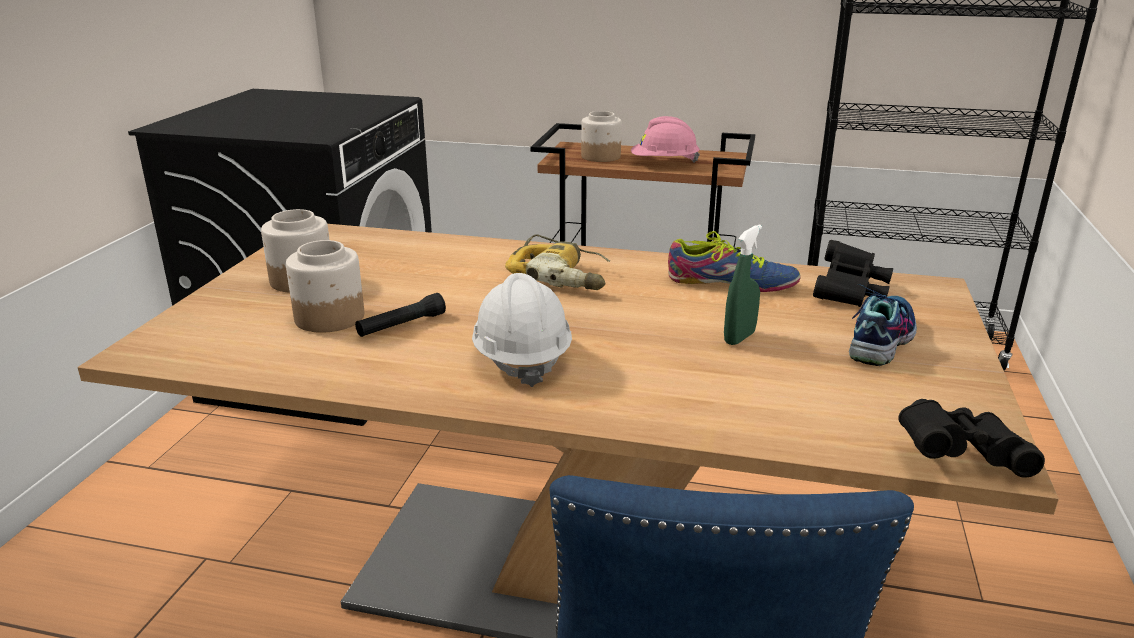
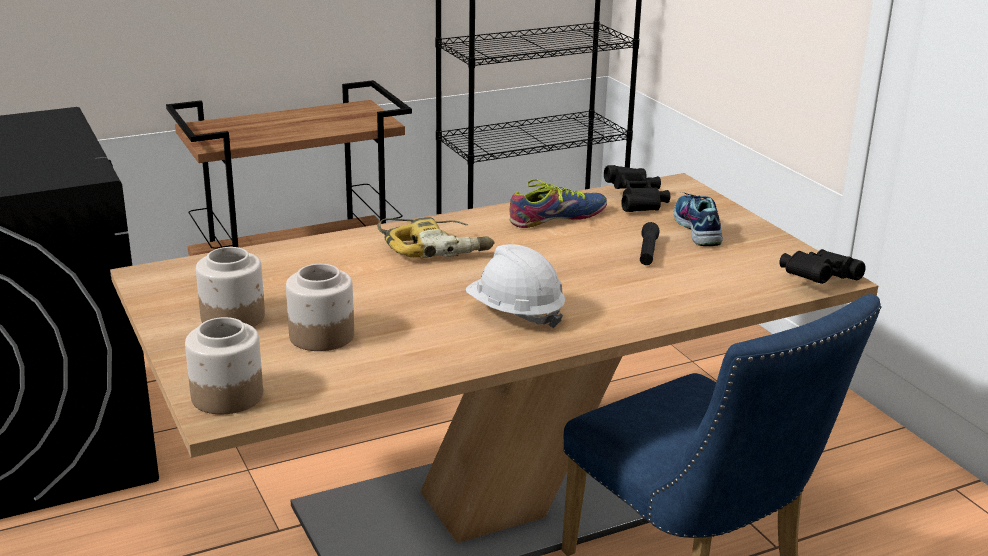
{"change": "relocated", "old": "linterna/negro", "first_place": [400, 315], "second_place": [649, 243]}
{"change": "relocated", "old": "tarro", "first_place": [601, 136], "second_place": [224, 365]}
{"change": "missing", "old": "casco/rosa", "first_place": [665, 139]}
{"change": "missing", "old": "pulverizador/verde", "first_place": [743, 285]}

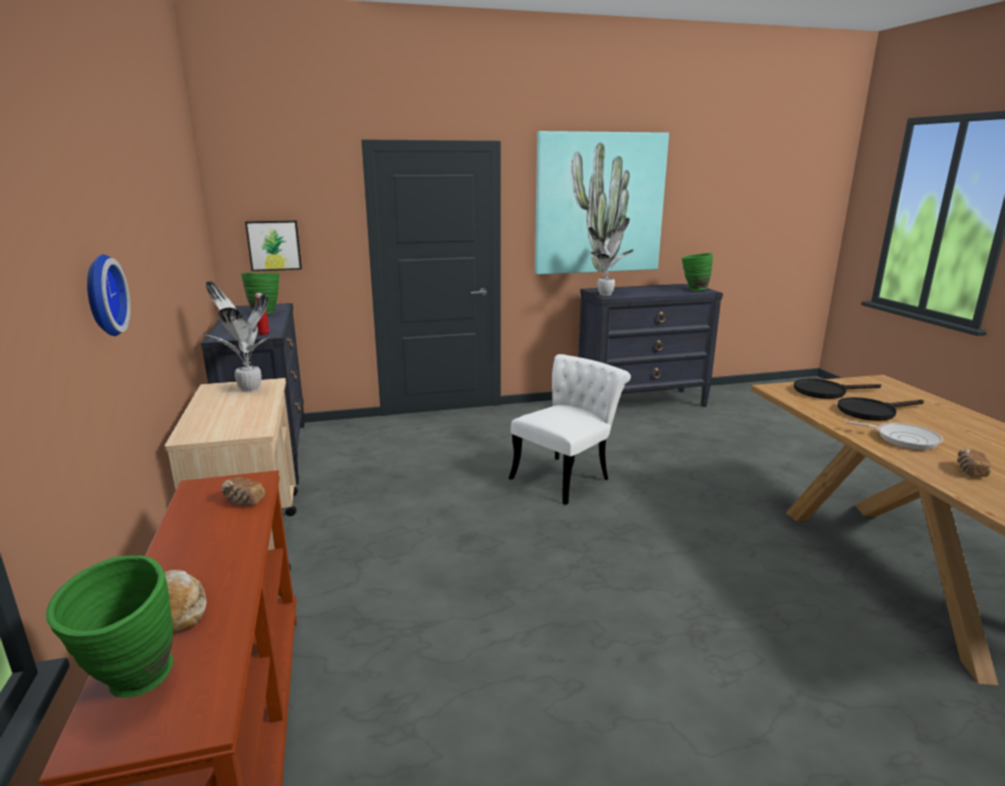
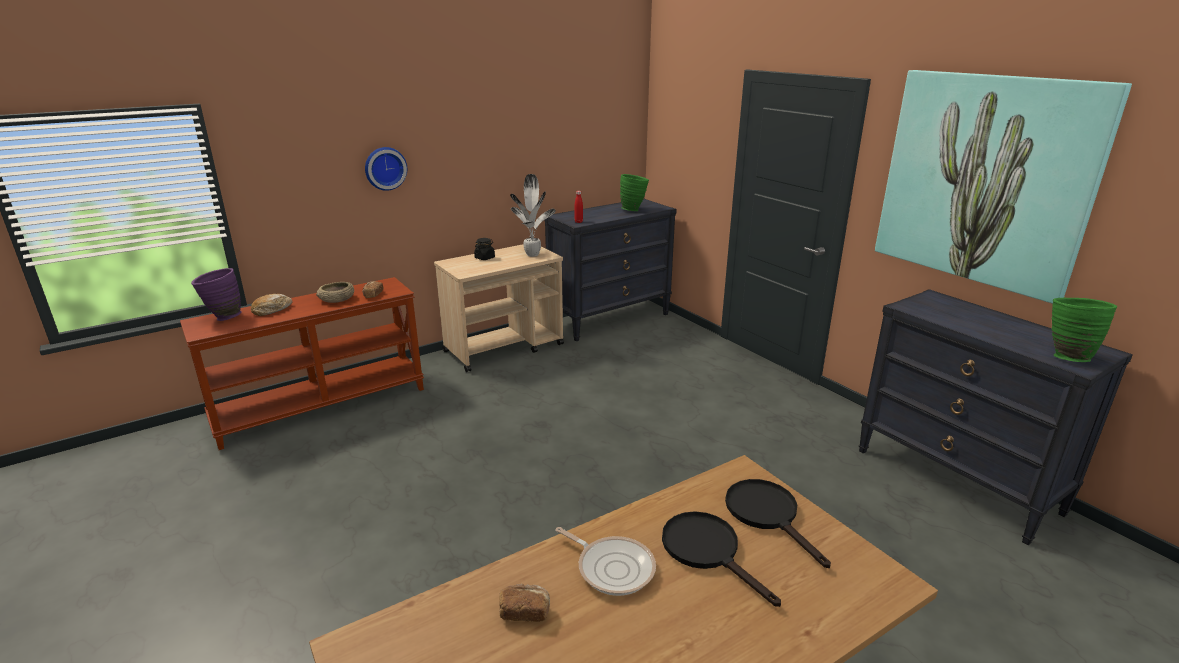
{"change": "colour", "old": "florero/verde", "new": "florero/morado", "first_place": [109, 627], "second_place": [216, 294]}
{"change": "missing", "old": "cuadro", "first_place": [273, 245]}
{"change": "missing", "old": "silla/blanco", "first_place": [569, 429]}
{"change": "missing", "old": "planta en maceta", "first_place": [611, 257]}
{"change": "spun", "old": "sartén", "first_place": [894, 435], "second_place": [606, 561], "degrees": -60}
{"change": "appeared", "new": "cuenco/beis", "second_place": [335, 292]}
{"change": "appeared", "new": "tarro/negro", "second_place": [484, 249]}

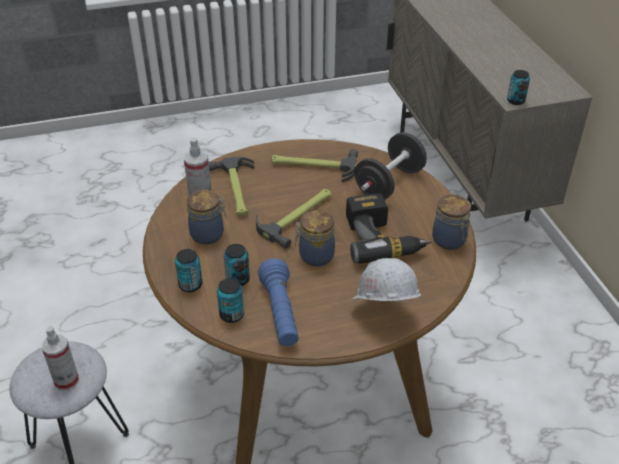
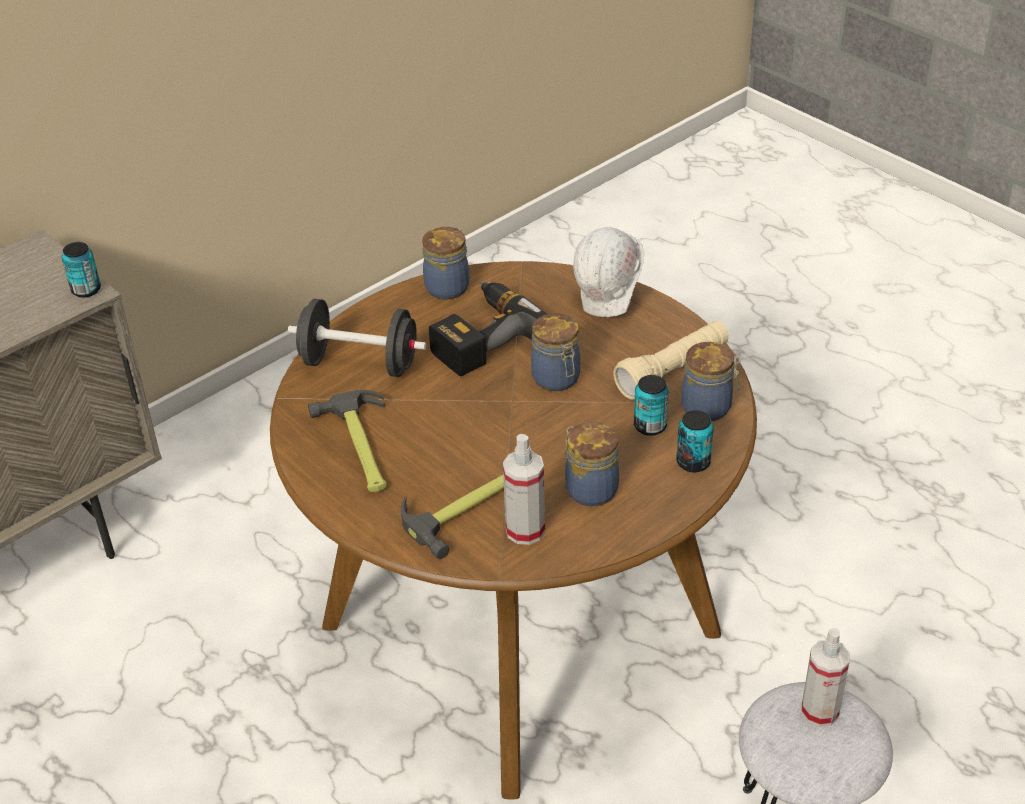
{"change": "exchanged", "old": "lata", "new": "tarro", "first_place": [230, 300], "second_place": [711, 381]}
{"change": "missing", "old": "martillo", "first_place": [294, 219]}
{"change": "colour", "old": "linterna/azul", "new": "linterna/beis", "first_place": [278, 302], "second_place": [671, 360]}

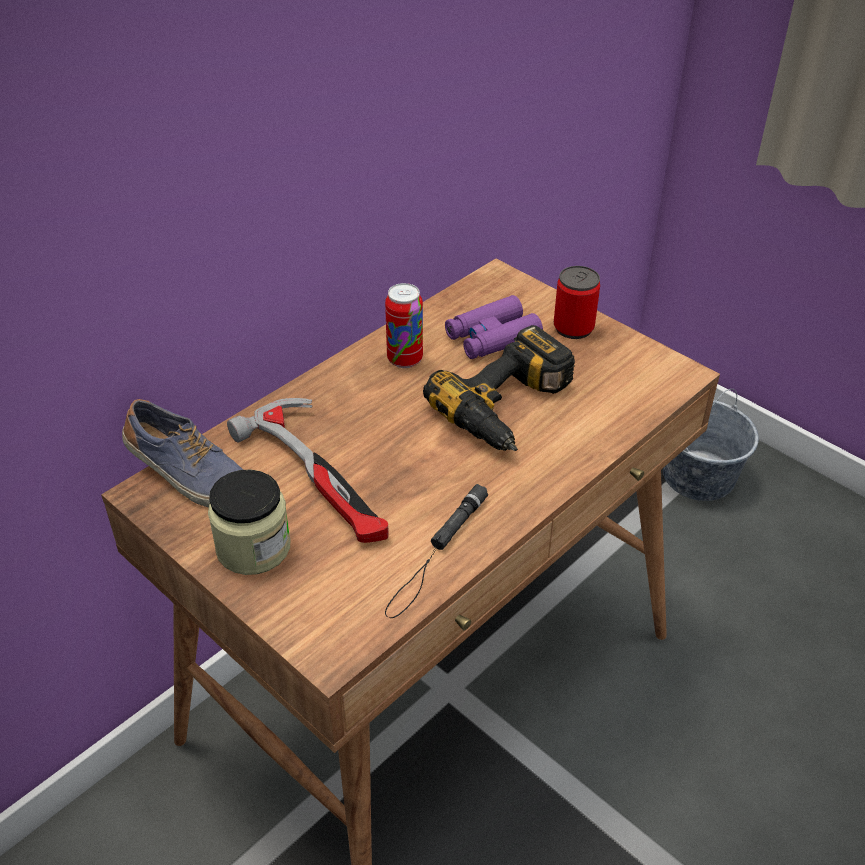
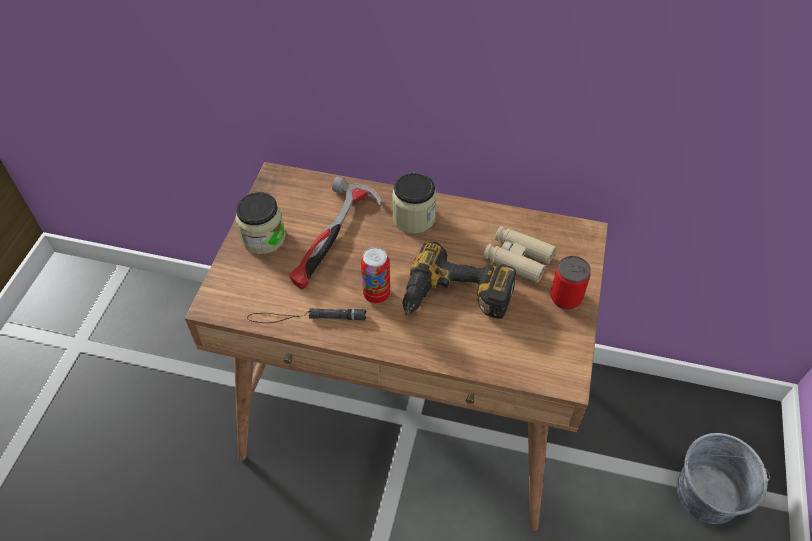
{"change": "missing", "old": "zapato", "first_place": [182, 453]}
{"change": "relocated", "old": "lata", "first_place": [404, 325], "second_place": [375, 275]}
{"change": "colour", "old": "prismáticos/morado", "new": "prismáticos/beis", "first_place": [494, 327], "second_place": [519, 254]}
{"change": "appeared", "new": "tarro", "second_place": [414, 203]}

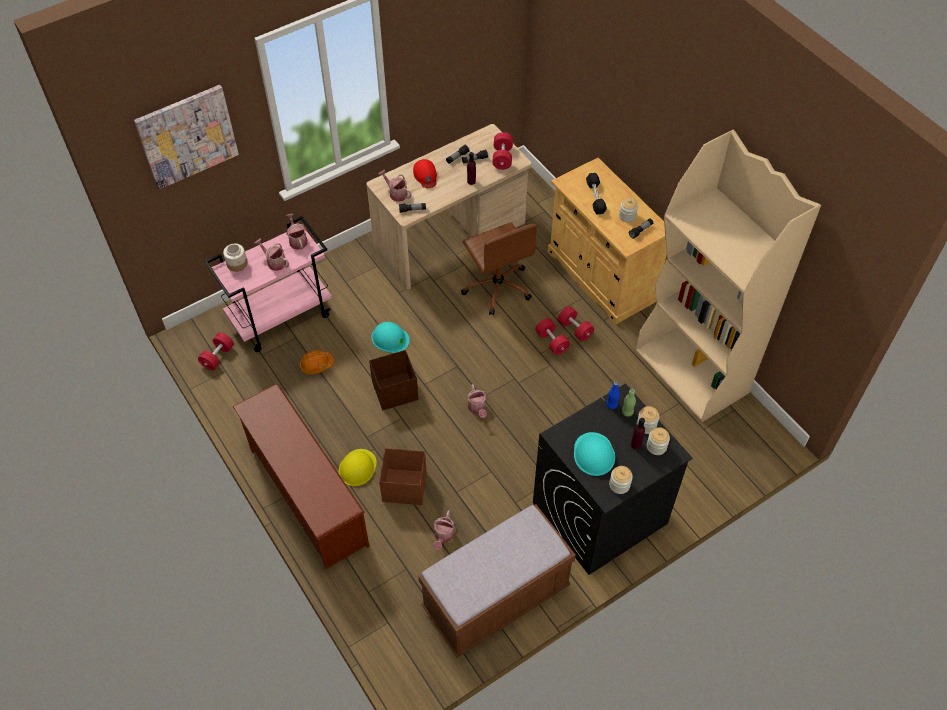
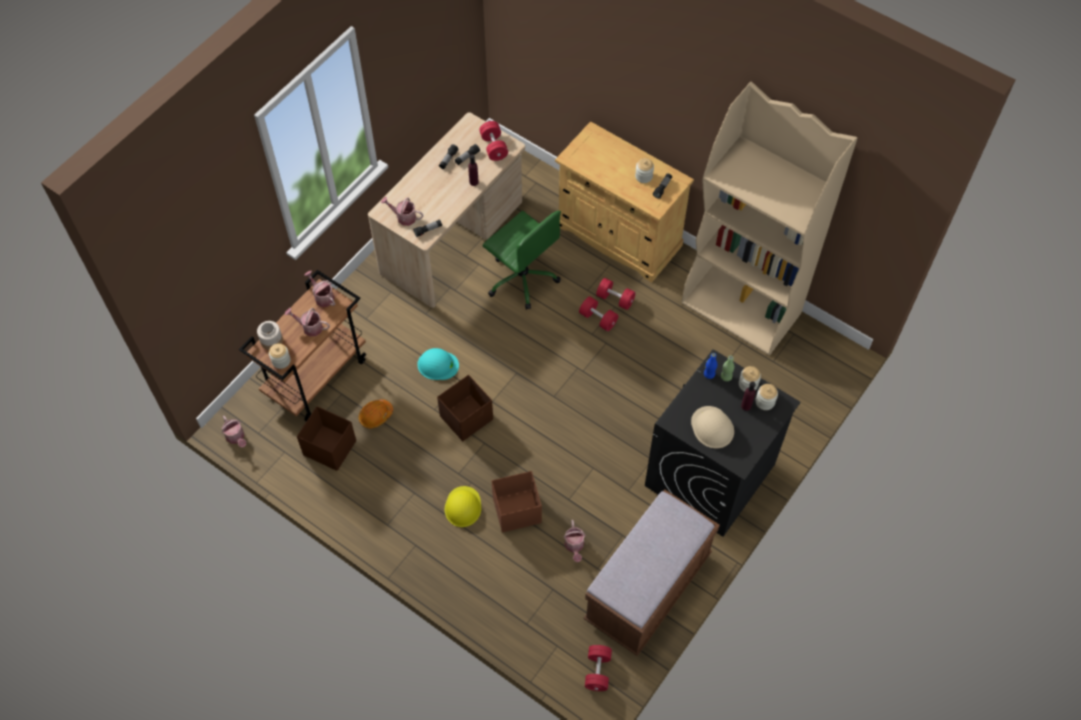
{"change": "missing", "old": "cuadro", "first_place": [186, 137]}
{"change": "relocated", "old": "mancuerna/rojo", "first_place": [216, 351], "second_place": [598, 668]}
{"change": "colour", "old": "carrito/rosa", "new": "carrito/marrón", "first_place": [268, 284], "second_place": [302, 345]}
{"change": "missing", "old": "zapatero/marrón", "first_place": [301, 476]}
{"change": "missing", "old": "gorra/rojo", "first_place": [425, 173]}
{"change": "colour", "old": "silla de oficina/marrón", "new": "silla de oficina/verde", "first_place": [499, 268], "second_place": [522, 260]}
{"change": "relocated", "old": "regadera", "first_place": [477, 401], "second_place": [234, 431]}
{"change": "colour", "old": "casco/turquesa", "new": "casco/beis", "first_place": [594, 454], "second_place": [712, 427]}
{"change": "missing", "old": "mancuerna/negro", "first_place": [596, 193]}
{"change": "relocated", "old": "tarro", "first_place": [621, 480], "second_place": [280, 356]}
{"change": "appeared", "new": "caja de almacenaje/marrón", "second_place": [326, 438]}

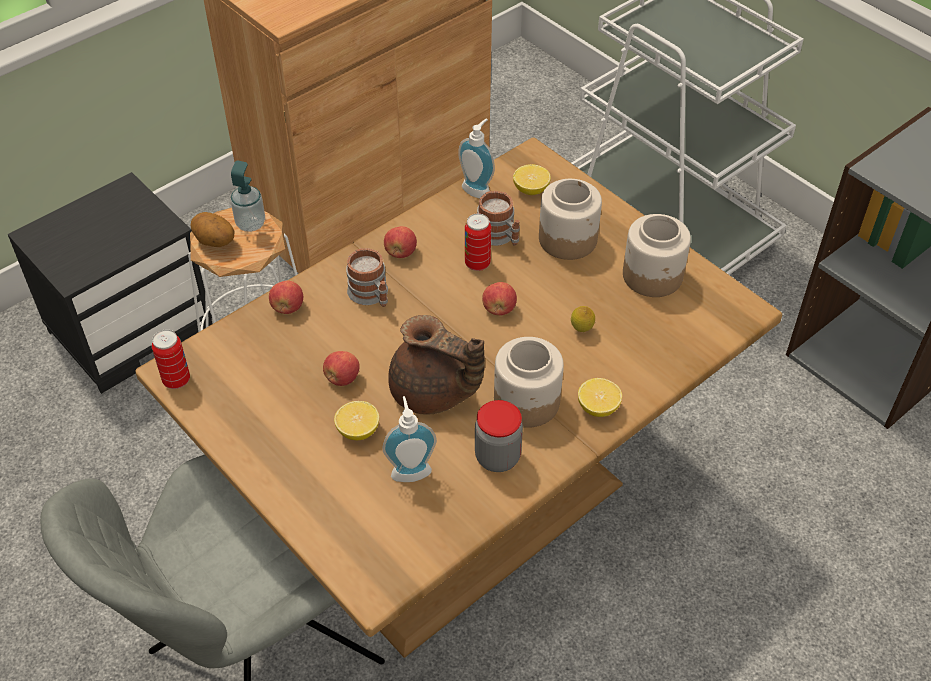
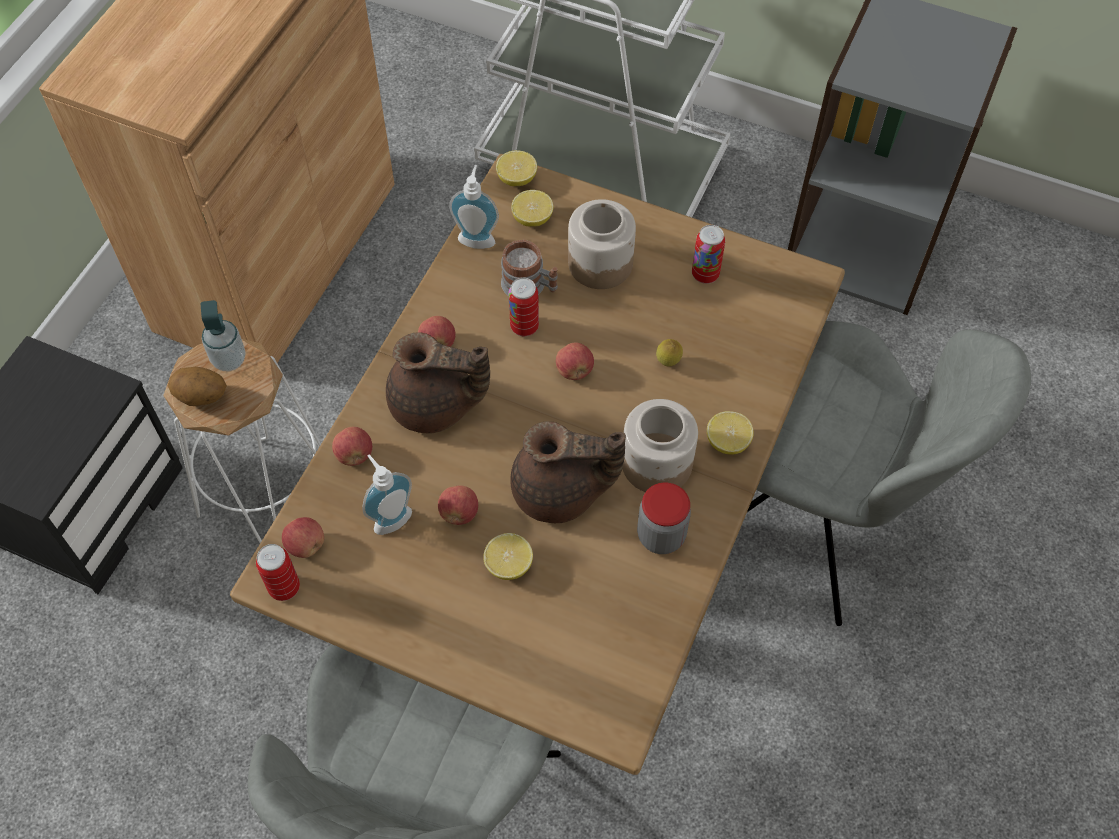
{"change": "exchanged", "old": "taza grande", "new": "tetera/marrón", "first_place": [367, 277], "second_place": [438, 383]}
{"change": "relocated", "old": "dispensador de jabón", "first_place": [409, 439], "second_place": [387, 495]}
{"change": "exchanged", "old": "tarro", "new": "lata", "first_place": [657, 255], "second_place": [708, 254]}
{"change": "appeared", "new": "manzana", "second_place": [303, 537]}
{"change": "appeared", "new": "limón", "second_place": [516, 168]}
{"change": "appeared", "new": "silla/gris", "second_place": [889, 473]}

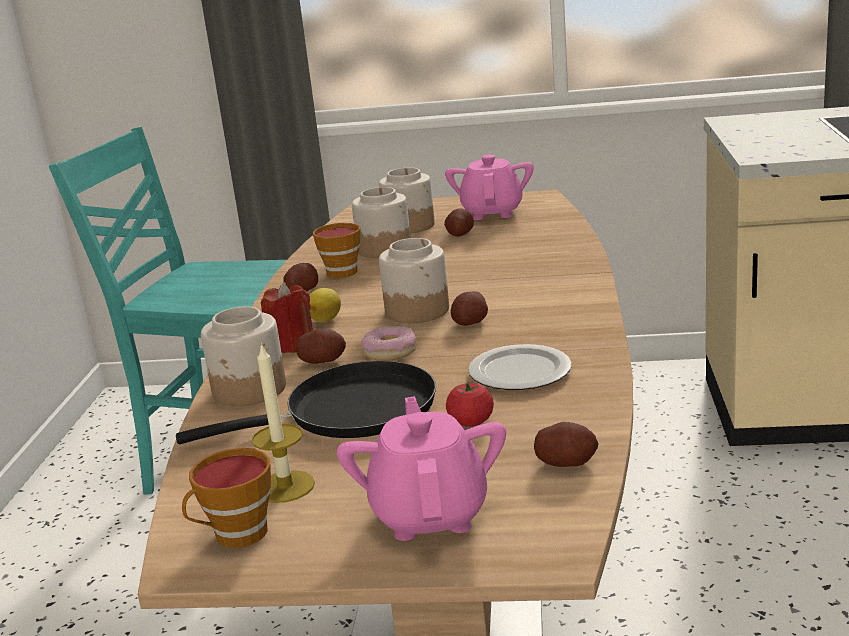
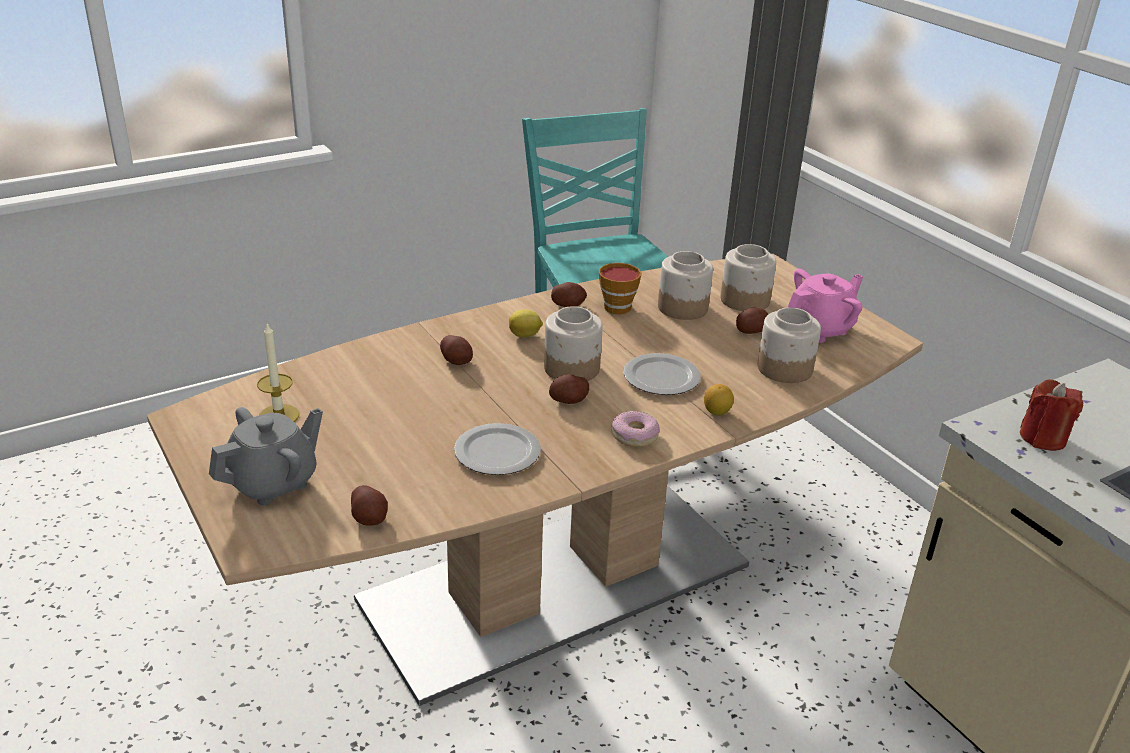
{"change": "missing", "old": "sartén/negro", "first_place": [306, 402]}
{"change": "missing", "old": "taza", "first_place": [226, 498]}
{"change": "relocated", "old": "tarro", "first_place": [243, 356], "second_place": [789, 345]}
{"change": "relocated", "old": "vela/rojo", "first_place": [287, 317], "second_place": [1051, 415]}
{"change": "colour", "old": "tetera/rosa", "new": "tetera/gris", "first_place": [421, 468], "second_place": [266, 456]}
{"change": "relocated", "old": "rosquilla", "first_place": [389, 343], "second_place": [635, 429]}
{"change": "missing", "old": "tomate", "first_place": [470, 405]}
{"change": "appeared", "new": "plato", "second_place": [662, 374]}
{"change": "appeared", "new": "limón", "second_place": [719, 400]}

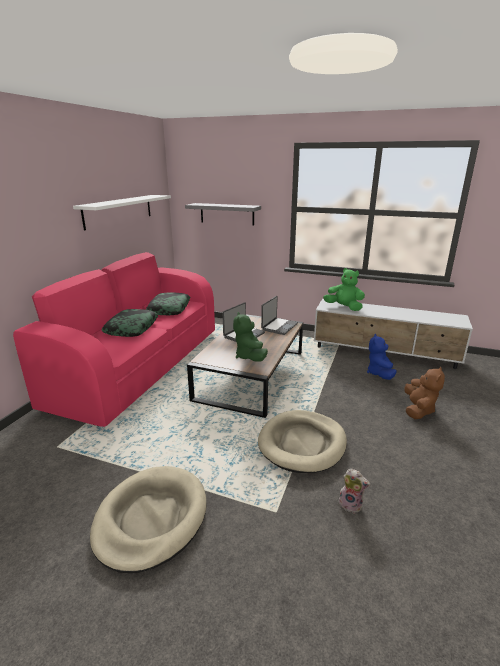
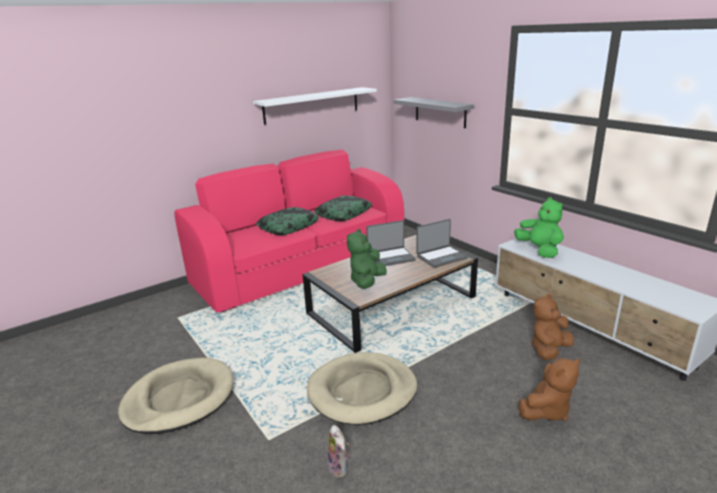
{"change": "colour", "old": "peluche/azul", "new": "peluche/marrón", "first_place": [381, 357], "second_place": [553, 327]}

